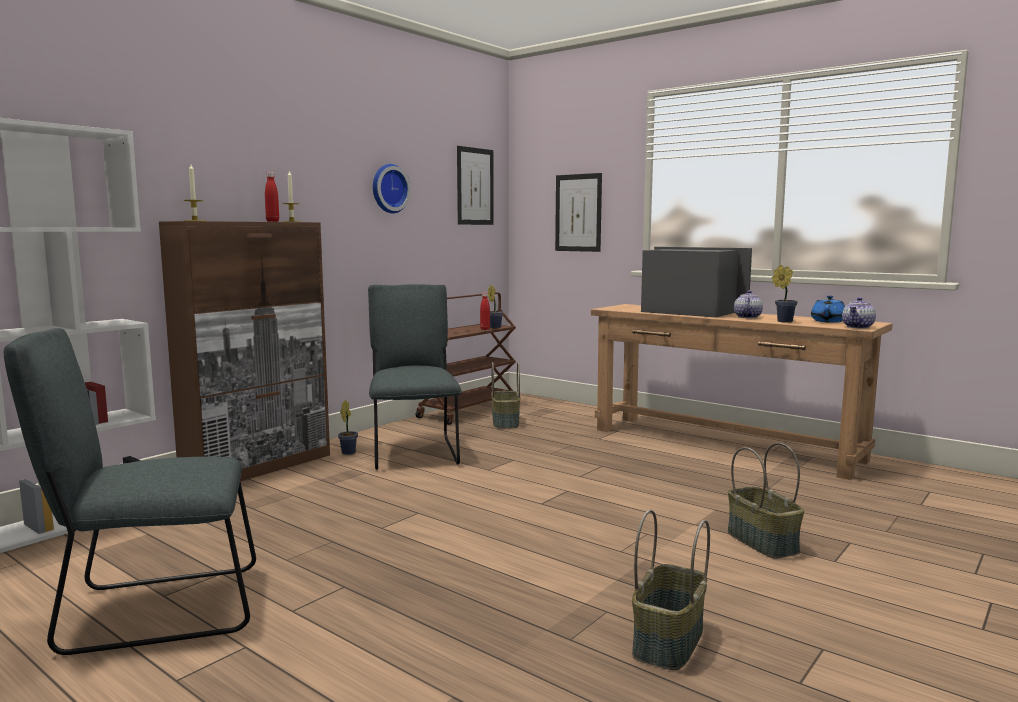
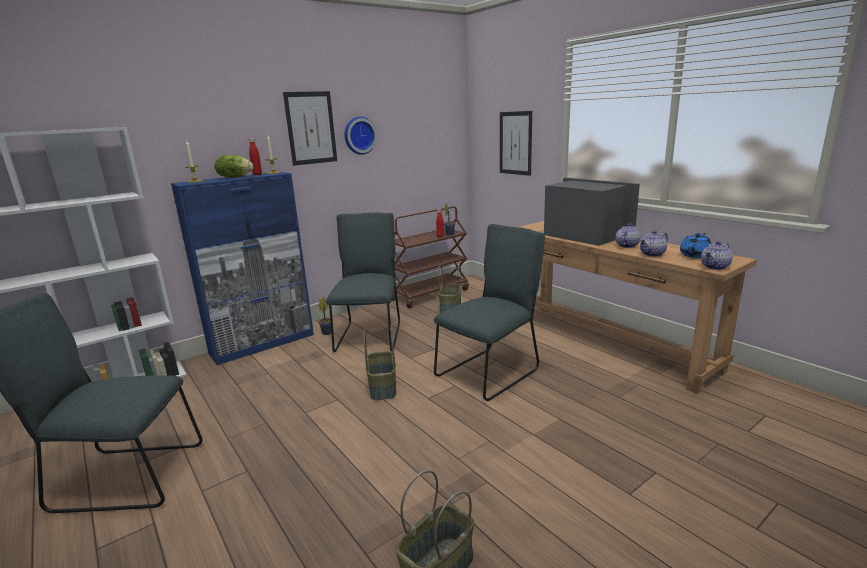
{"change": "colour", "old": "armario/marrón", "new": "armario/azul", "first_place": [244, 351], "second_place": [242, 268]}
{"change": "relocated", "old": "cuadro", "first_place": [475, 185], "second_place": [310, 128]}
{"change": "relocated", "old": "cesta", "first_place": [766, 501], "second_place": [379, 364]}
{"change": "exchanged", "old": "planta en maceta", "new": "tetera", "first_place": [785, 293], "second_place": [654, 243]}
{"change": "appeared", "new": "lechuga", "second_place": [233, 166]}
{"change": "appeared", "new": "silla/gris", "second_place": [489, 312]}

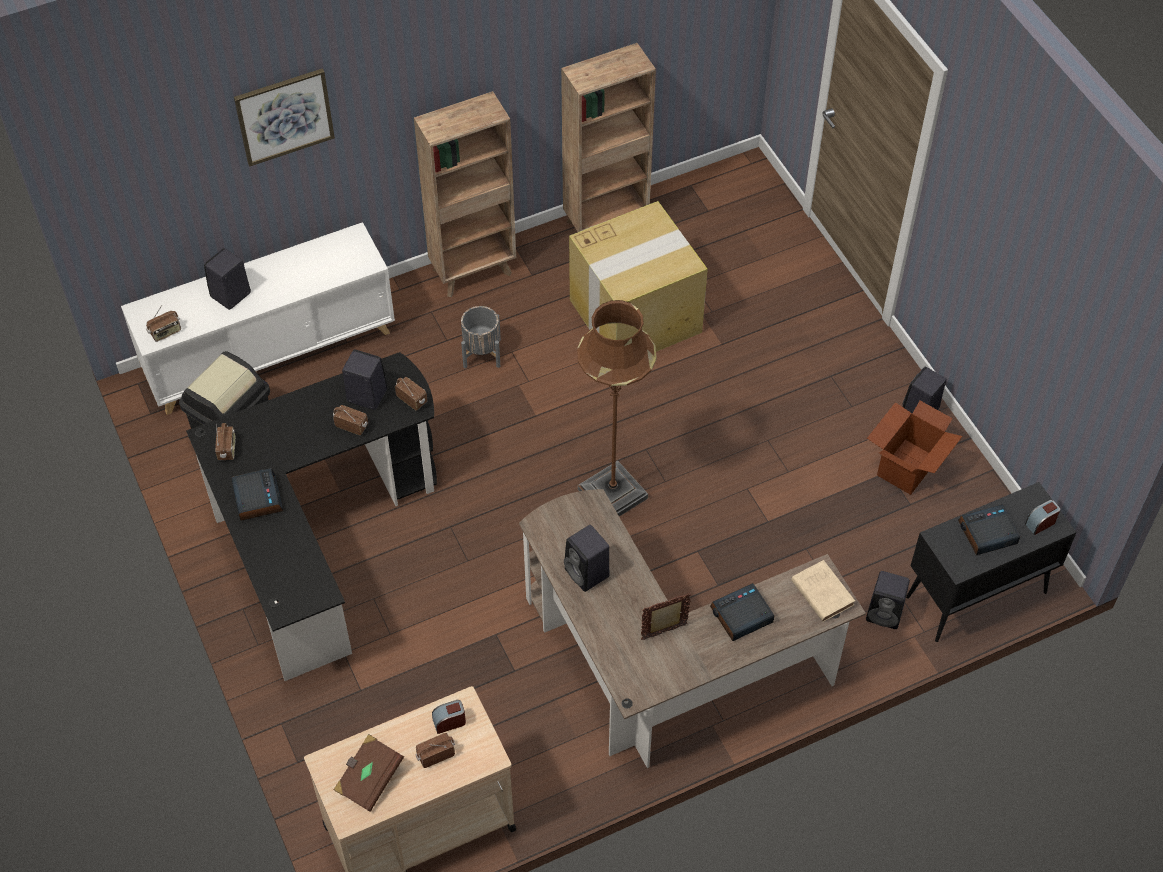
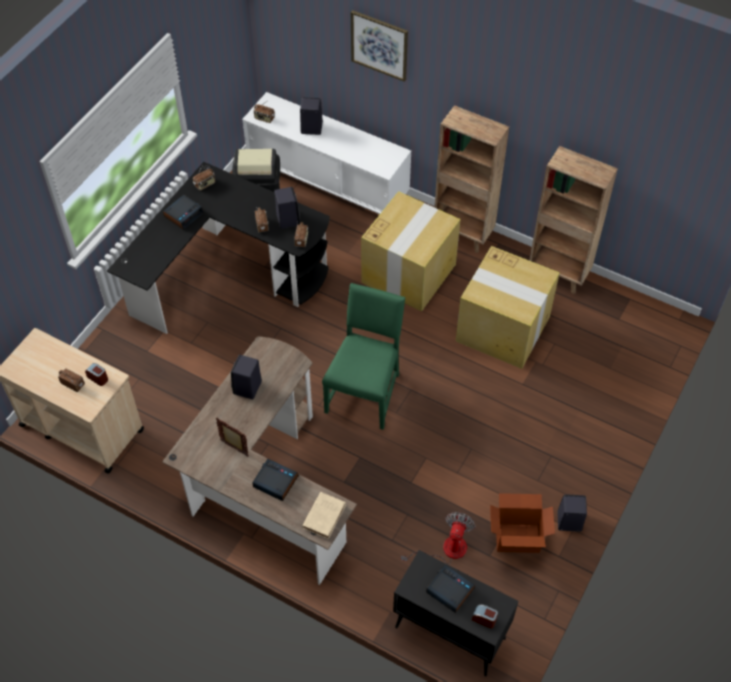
{"change": "missing", "old": "libro/marrón", "first_place": [369, 773]}
{"change": "exchanged", "old": "maceta/gris", "new": "caja de cartón", "first_place": [481, 337], "second_place": [410, 251]}
{"change": "exchanged", "old": "lámpara de pie/marrón", "new": "silla/verde", "first_place": [617, 408], "second_place": [363, 356]}
{"change": "missing", "old": "altavoz/negro", "first_place": [888, 600]}
{"change": "appeared", "new": "ventilador", "second_place": [438, 538]}

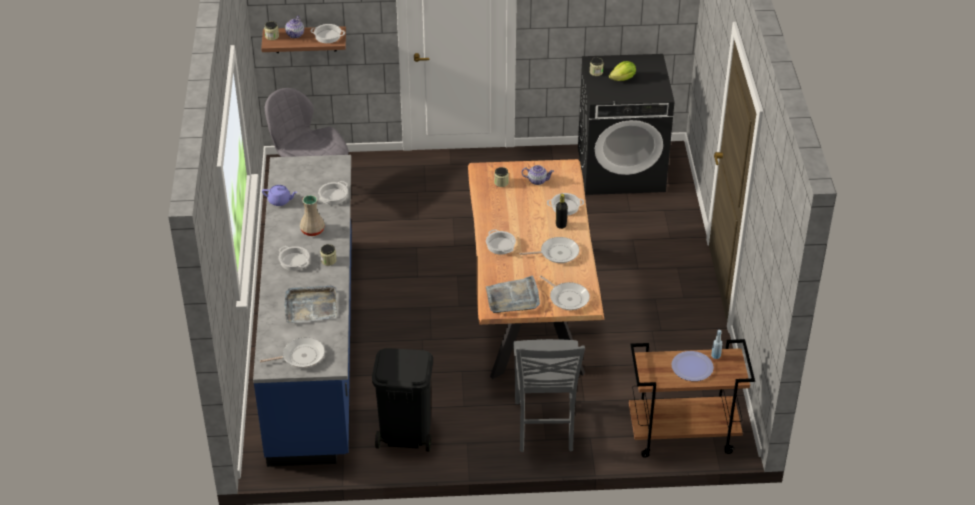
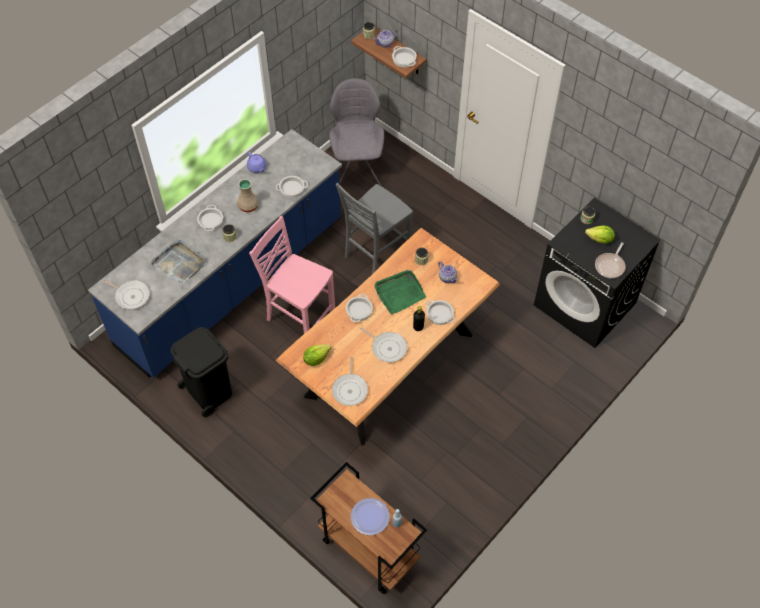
{"change": "exchanged", "old": "bandeja/gris", "new": "lechuga", "first_place": [513, 294], "second_place": [317, 355]}
{"change": "relocated", "old": "silla/gris", "first_place": [549, 395], "second_place": [374, 228]}
{"change": "appeared", "new": "silla/rosa", "second_place": [292, 275]}
{"change": "appeared", "new": "bandeja/verde", "second_place": [400, 292]}
{"change": "appeared", "new": "sartén", "second_place": [610, 260]}

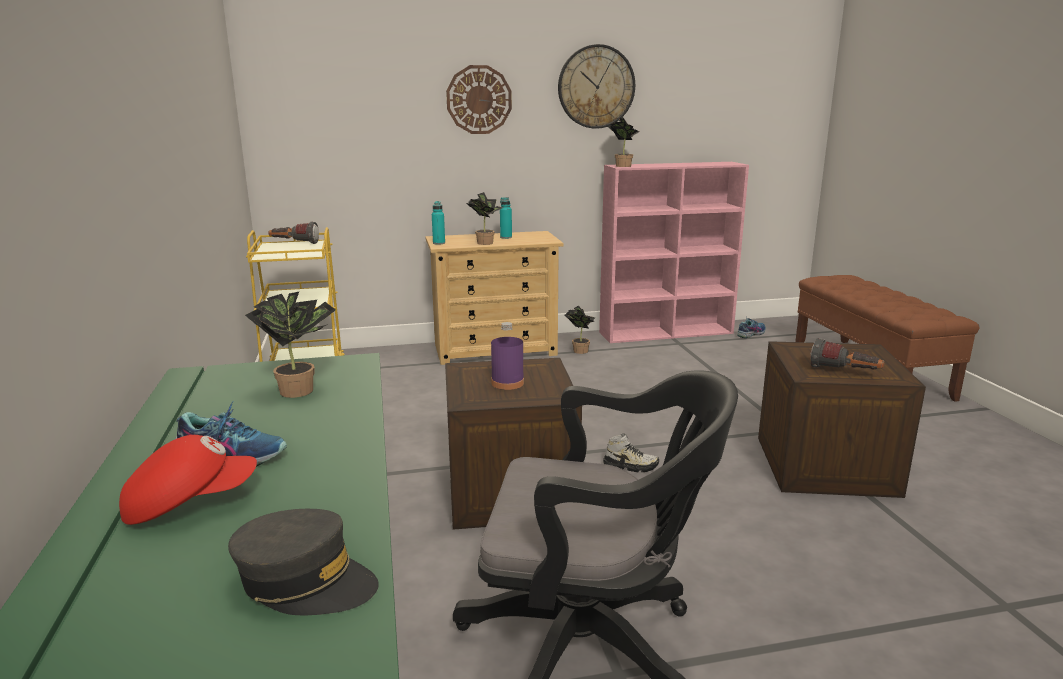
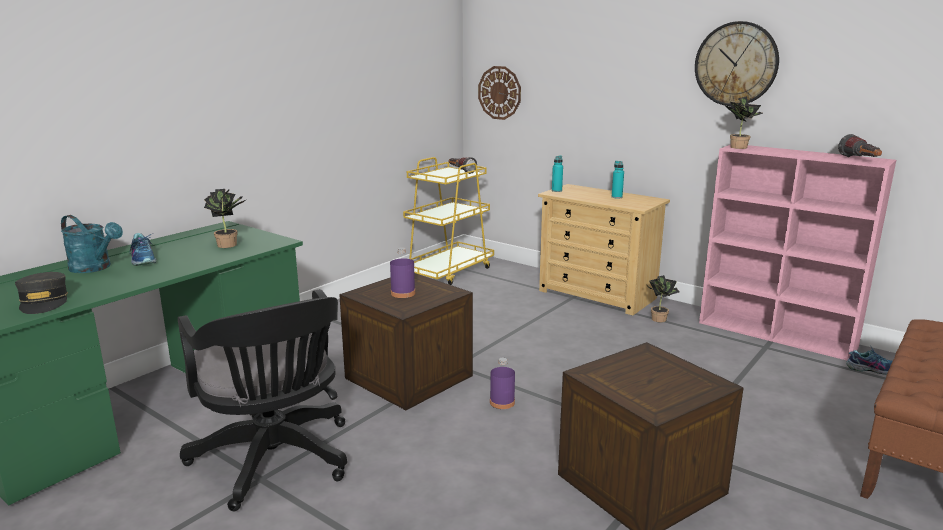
{"change": "exchanged", "old": "gorra/rojo", "new": "regadera/turquesa", "first_place": [188, 480], "second_place": [92, 244]}
{"change": "relocated", "old": "reloj de pared", "first_place": [479, 99], "second_place": [499, 93]}
{"change": "missing", "old": "planta en maceta", "first_place": [484, 218]}
{"change": "exchanged", "old": "zapato", "new": "botella/morado", "first_place": [631, 452], "second_place": [502, 383]}
{"change": "relocated", "old": "linterna", "first_place": [847, 353], "second_place": [860, 145]}

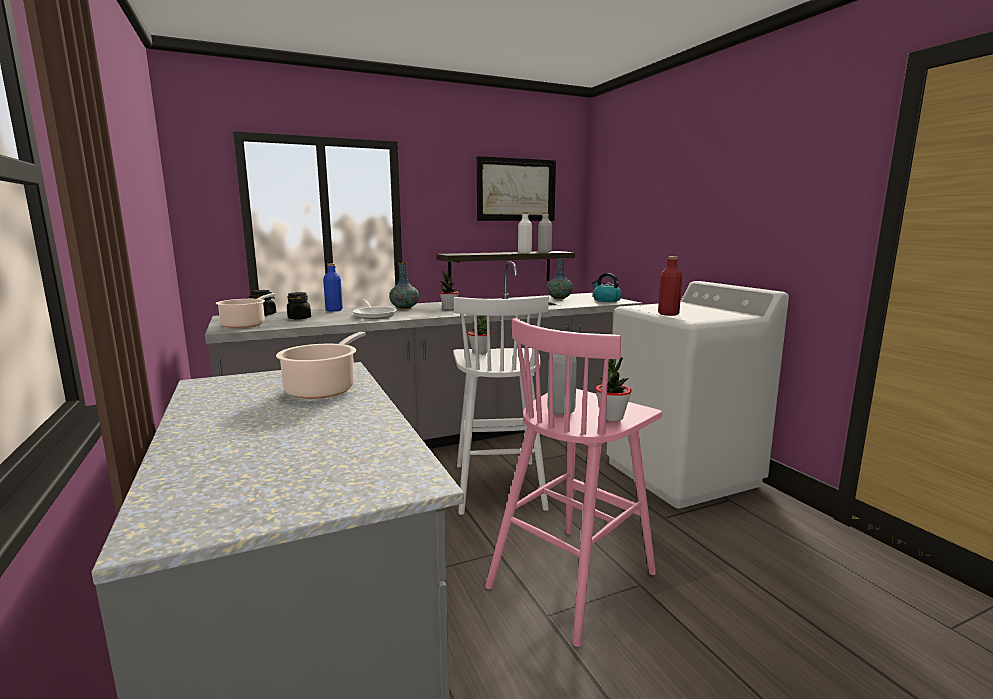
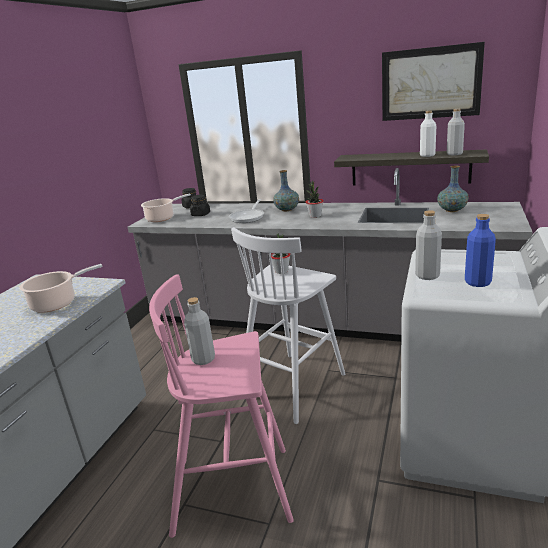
{"change": "relocated", "old": "botella/azul", "first_place": [333, 287], "second_place": [480, 250]}
{"change": "missing", "old": "hervidor", "first_place": [607, 287]}
{"change": "missing", "old": "planta en maceta", "first_place": [614, 389]}
{"change": "colour", "old": "botella/rojo", "new": "botella/gris", "first_place": [670, 286], "second_place": [428, 245]}

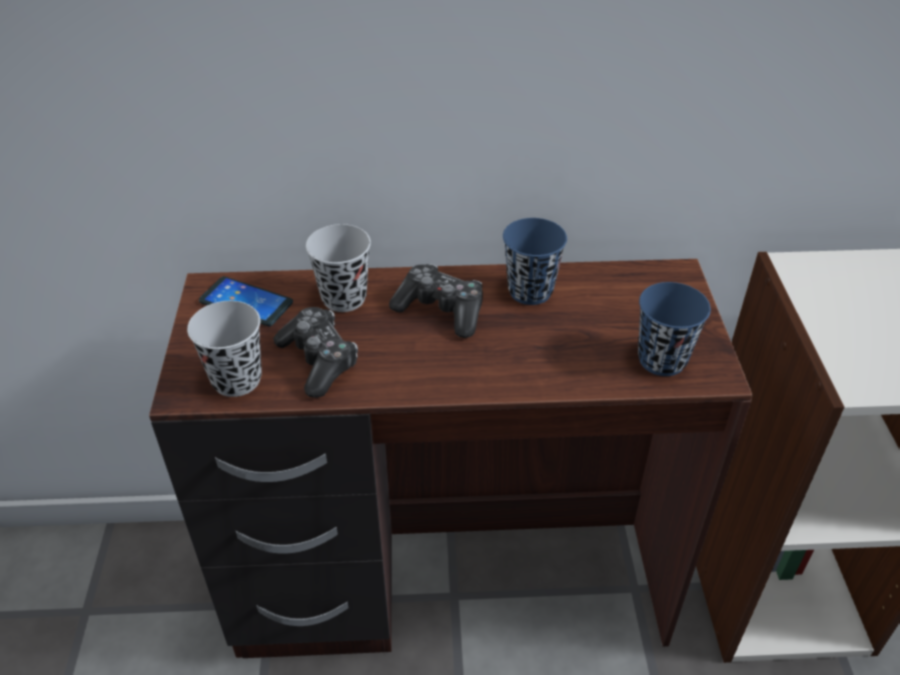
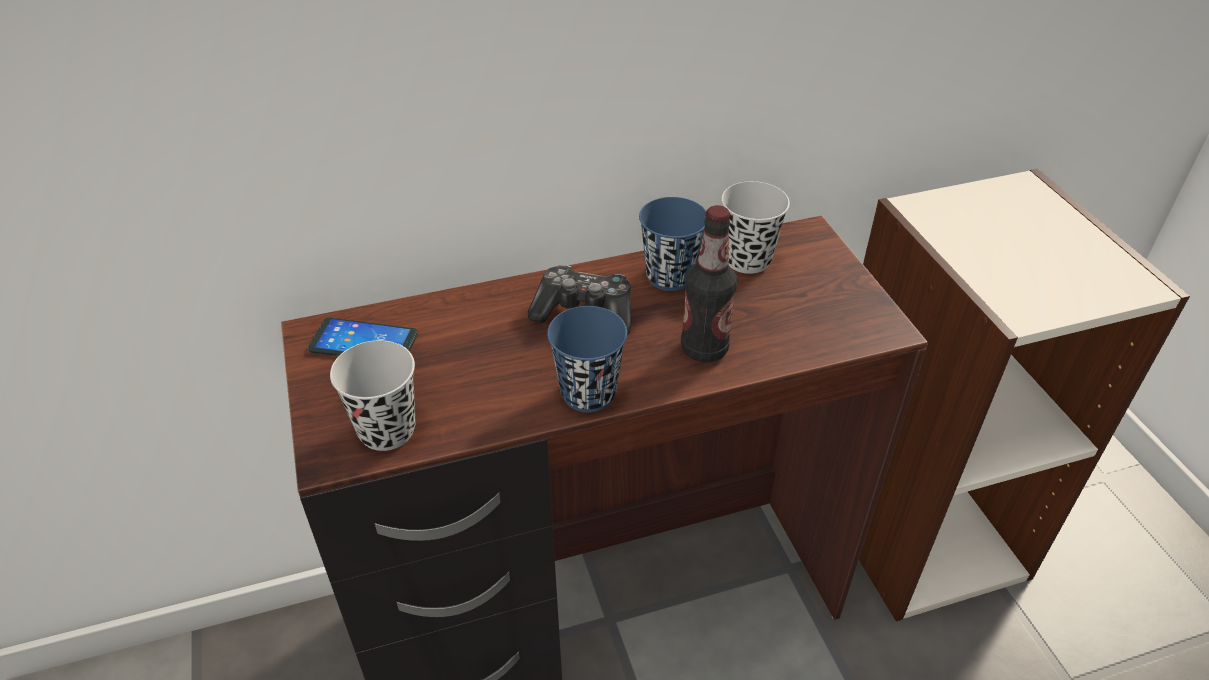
{"change": "missing", "old": "mando de consola", "first_place": [315, 352]}
{"change": "relocated", "old": "taza/negro", "first_place": [338, 268], "second_place": [755, 227]}
{"change": "relocated", "old": "taza/azul", "first_place": [674, 329], "second_place": [587, 359]}
{"change": "appeared", "new": "botella", "second_place": [709, 283]}

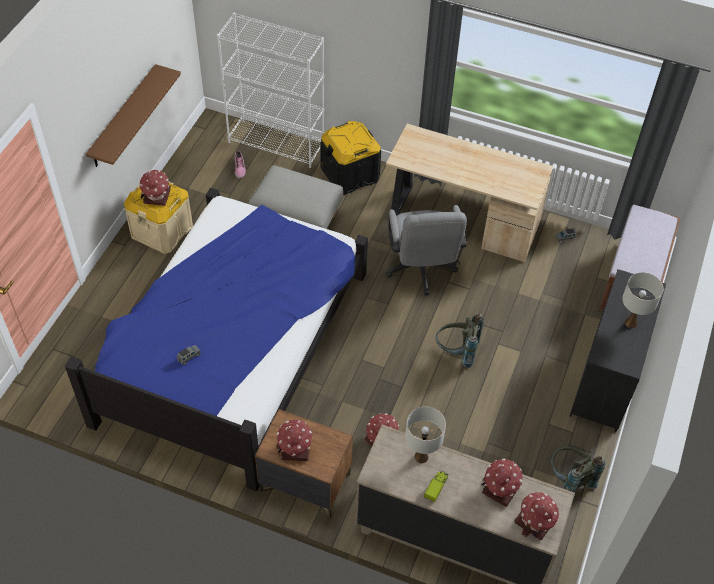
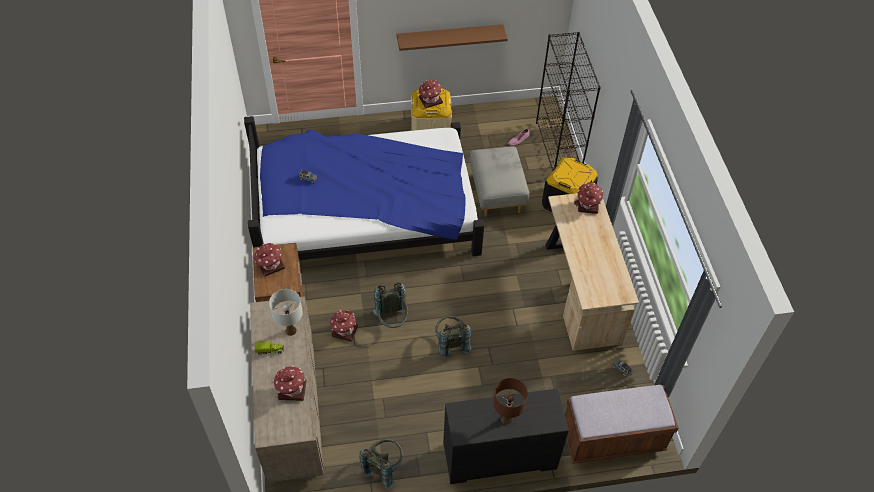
{"change": "colour", "old": "estantería/blanco", "new": "estantería/negro", "first_place": [270, 90], "second_place": [568, 101]}
{"change": "missing", "old": "silla de oficina/gris", "first_place": [426, 250]}
{"change": "relocated", "old": "casita", "first_place": [536, 516], "second_place": [588, 198]}
{"change": "colour", "old": "lámpara de mesa/blanco", "new": "lámpara de mesa/marrón", "first_place": [642, 300], "second_place": [510, 401]}
{"change": "appeared", "new": "mochila/gris", "second_place": [390, 305]}

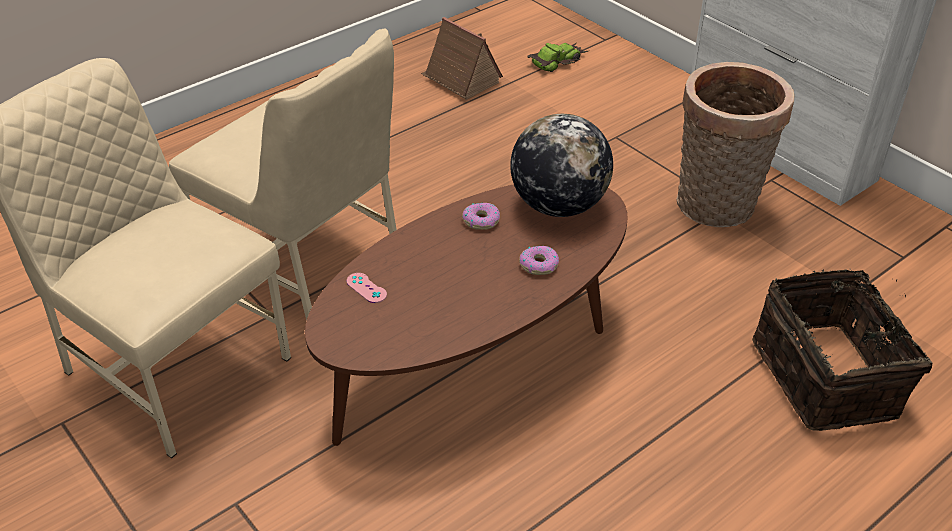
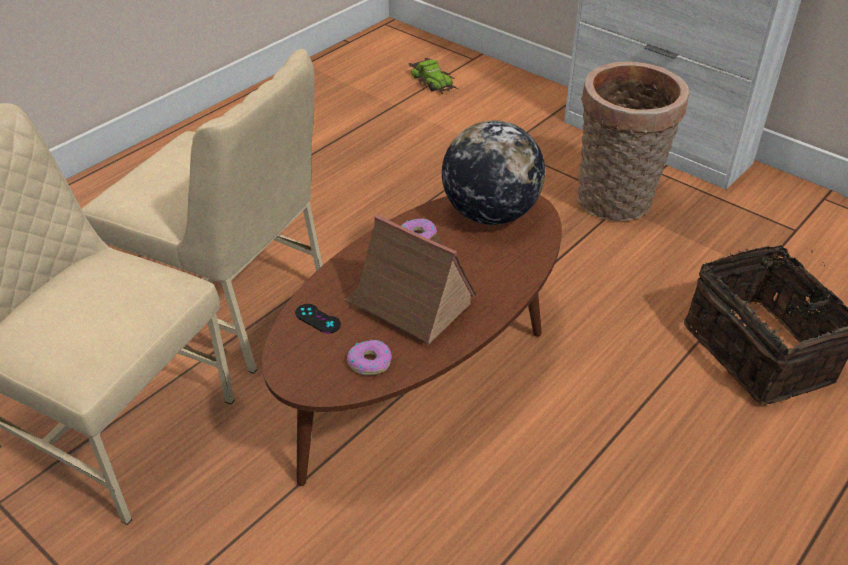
{"change": "colour", "old": "mando de consola/rosa", "new": "mando de consola/negro", "first_place": [367, 288], "second_place": [318, 319]}
{"change": "relocated", "old": "casita", "first_place": [462, 58], "second_place": [410, 280]}
{"change": "relocated", "old": "rosquilla", "first_place": [539, 260], "second_place": [369, 357]}
{"change": "spun", "old": "coche de juguete", "first_place": [559, 57], "second_place": [433, 76], "degrees": 105}

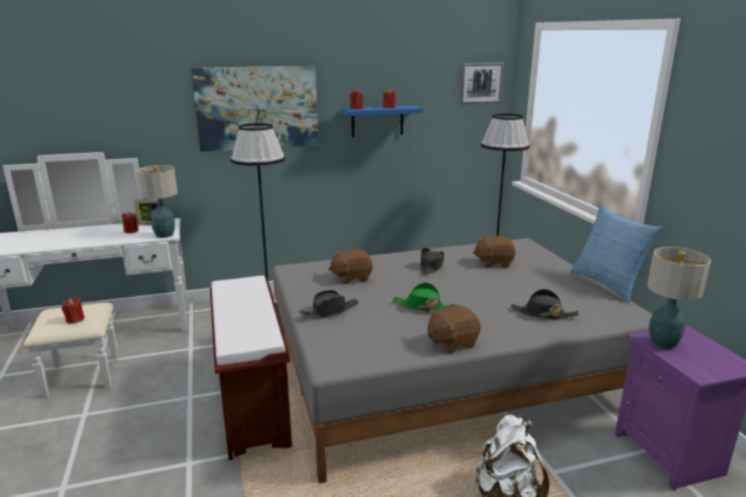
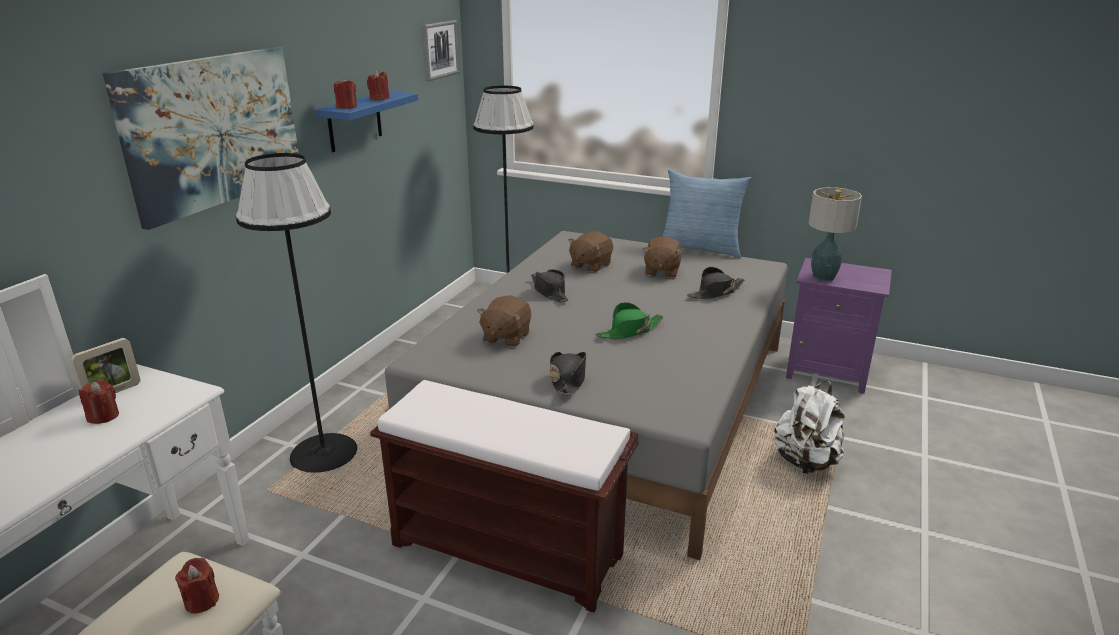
{"change": "missing", "old": "lámpara de mesa", "first_place": [156, 201]}
{"change": "relocated", "old": "peluche/marrón", "first_place": [454, 329], "second_place": [663, 257]}

